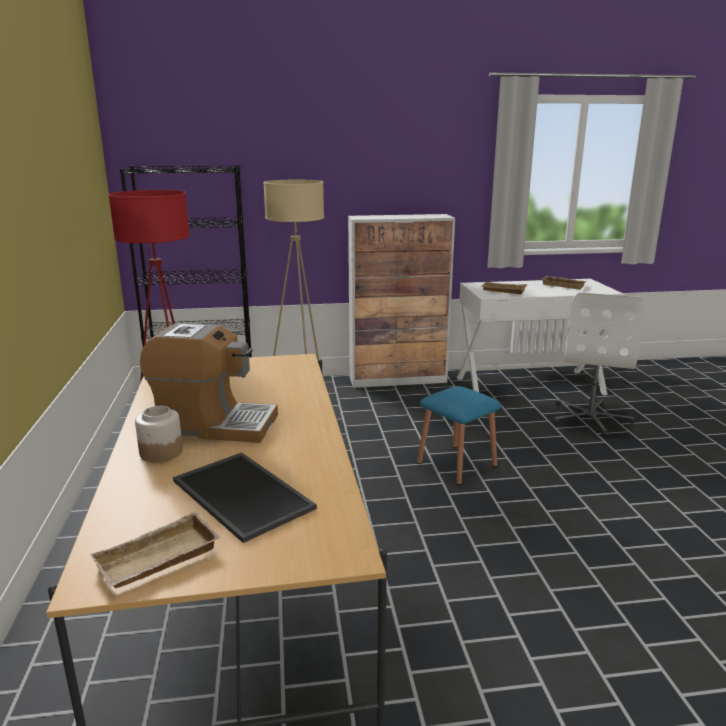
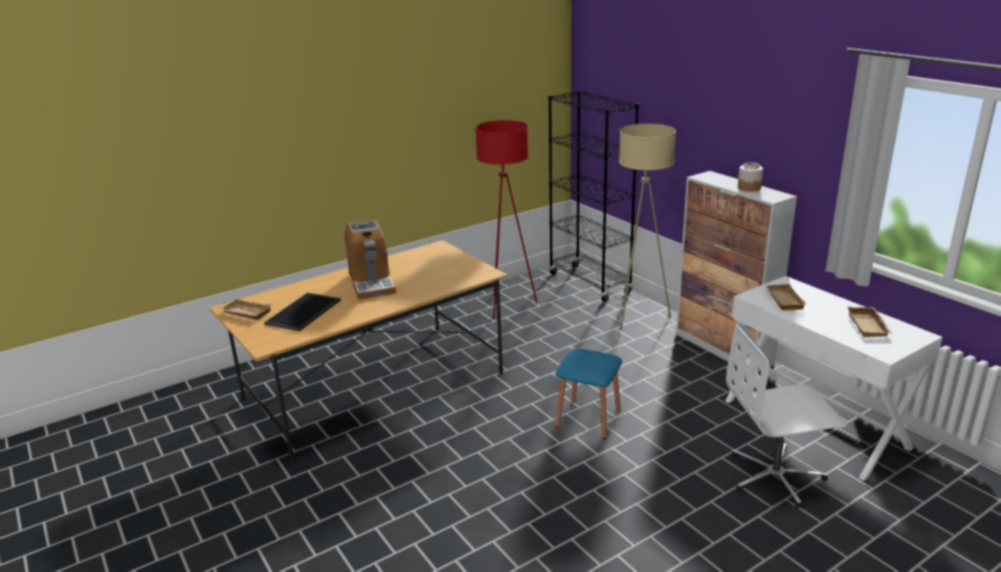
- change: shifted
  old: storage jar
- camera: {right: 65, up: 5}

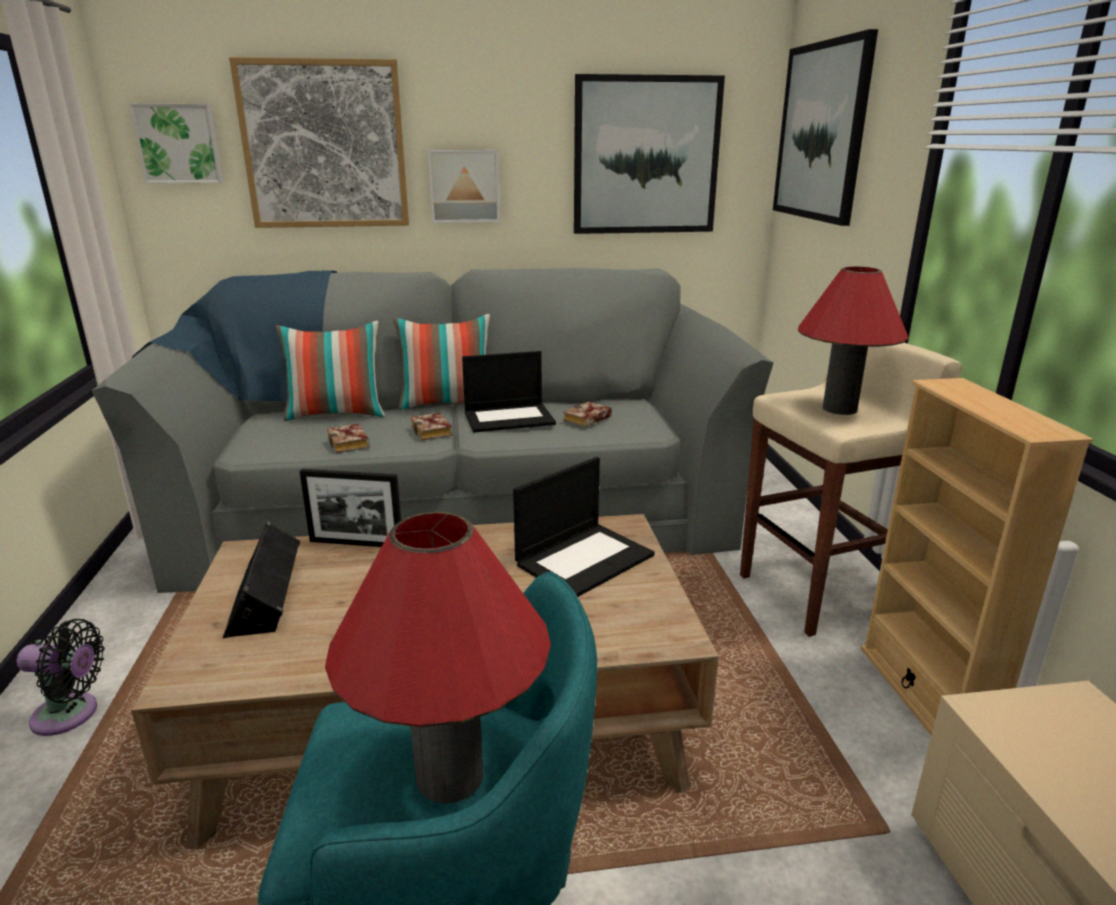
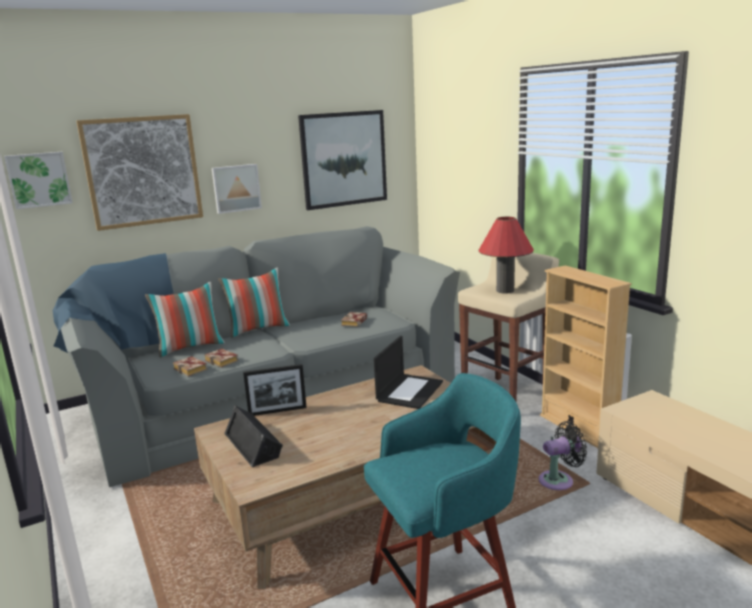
- change: shifted
  old: blackish fan
- change: gone
  old: red-coloured lamp for a table (no. 1 from left)
- change: shifted
  old: bound book (no. 2 from left in the first image)
  new: bound book (no. 1 from left)
- change: gone
  old: laptop (no. 1 from left)
- change: gone
  old: picture (no. 5 from left)
- camera: {right: -20, up: -5}

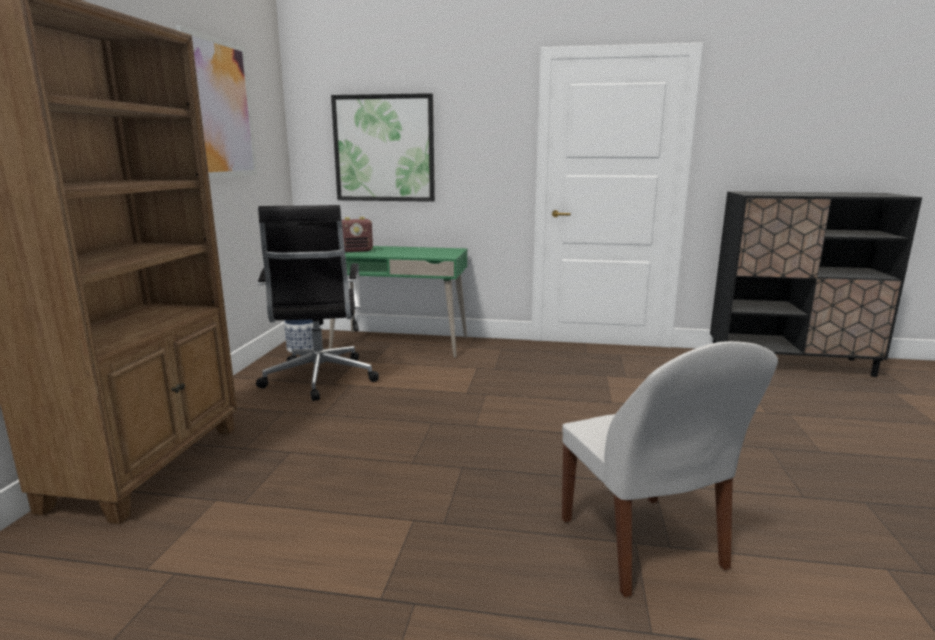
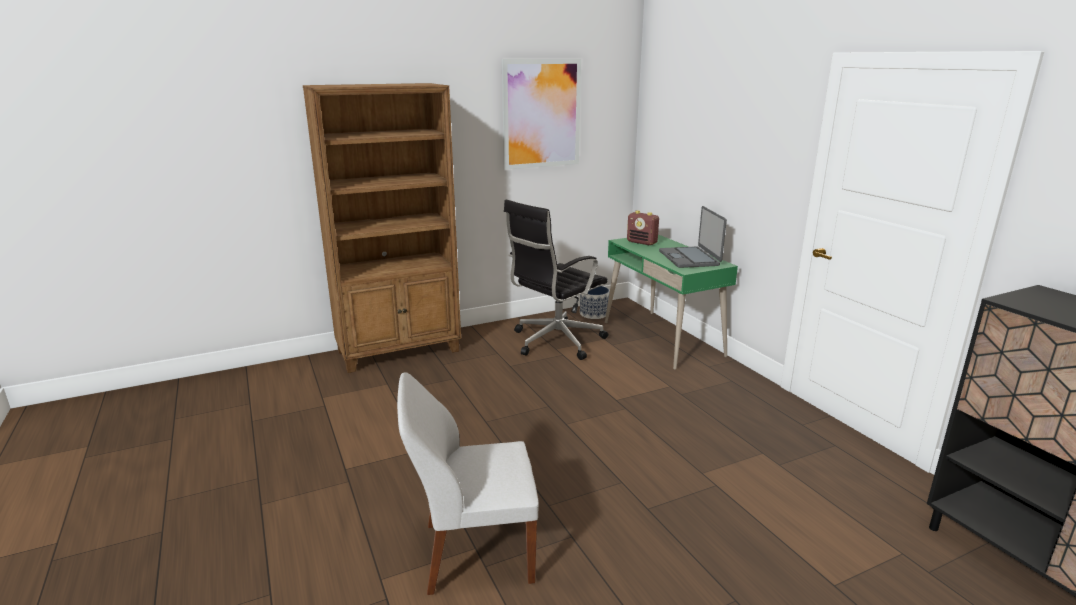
- change: gone
  old: picture (no. 2 from left)
- change: rotated
  old: white-coloured upright chair
  degrees: 45
- change: new
  new: laptop
- camera: {right: 55, up: 5}

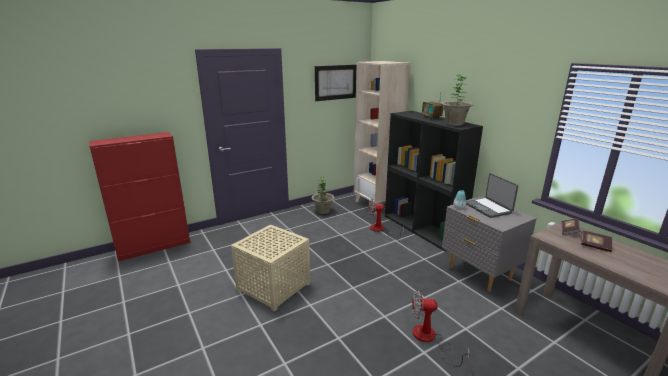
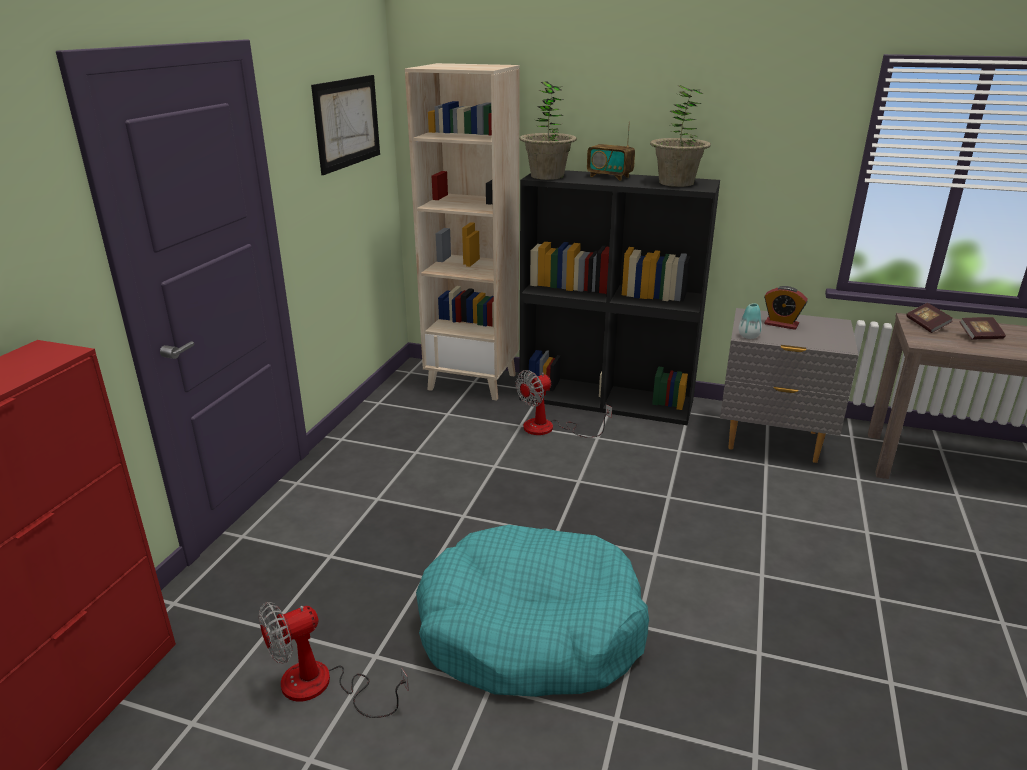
- change: swapped
  old: beige-coloured end table
  new: turquoise-coloured dog bed
- change: shifted
  old: plant in a pot (no. 1 from left)
- change: shifted
  old: fan (no. 2 from left in the first image)
  new: fan (no. 1 from left)
- change: swapped
  old: laptop
  new: alarm clock
- camera: {right: -40, up: 5}

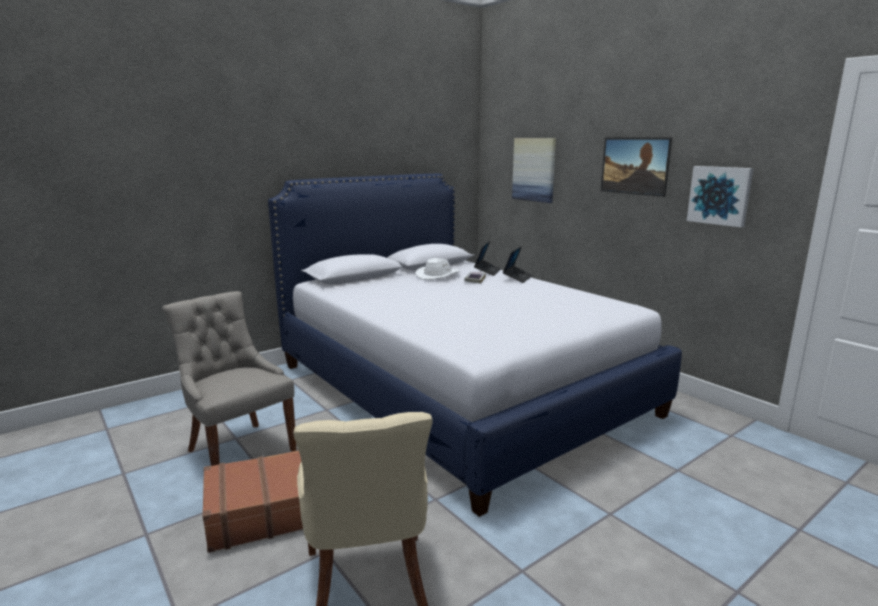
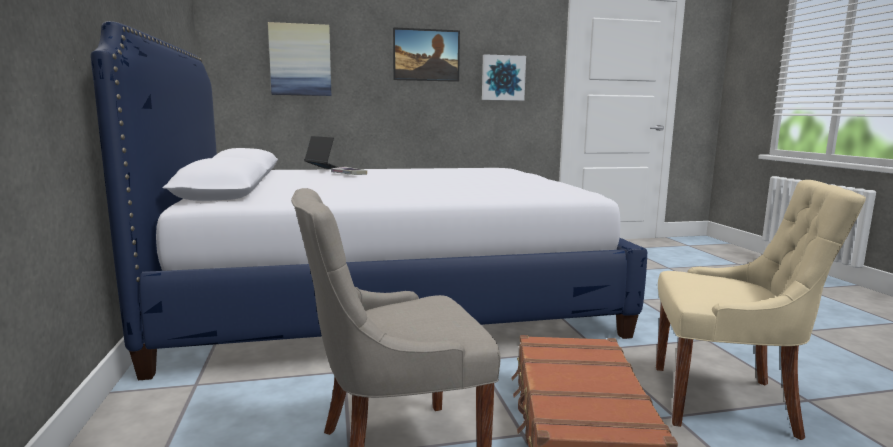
- change: gone
  old: white-coloured hat
- change: gone
  old: laptop (no. 2 from left)
- camera: {right: -65, up: -5}

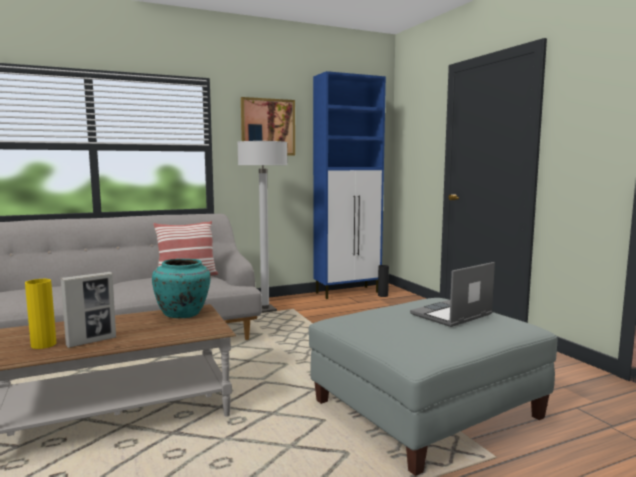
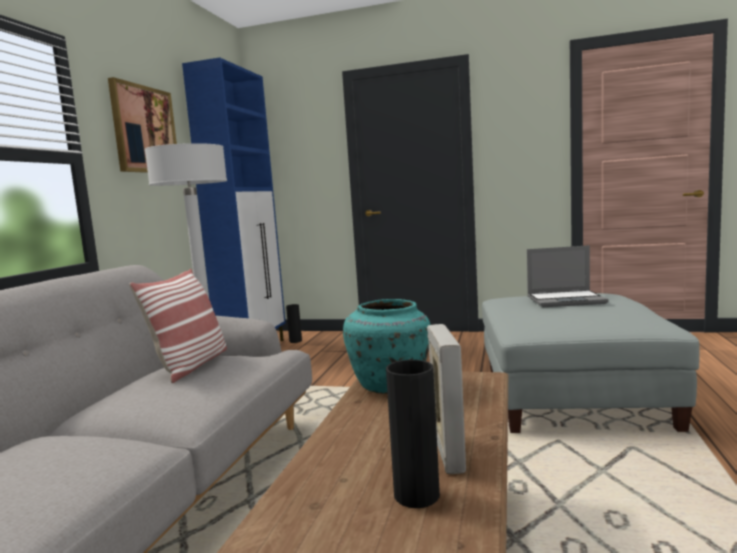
- change: repainted
  old: yellow vase
  new: blackish vase (no. 2 from left)
- change: rotated
  old: laptop
  degrees: -90
- camera: {right: -50, up: 0}

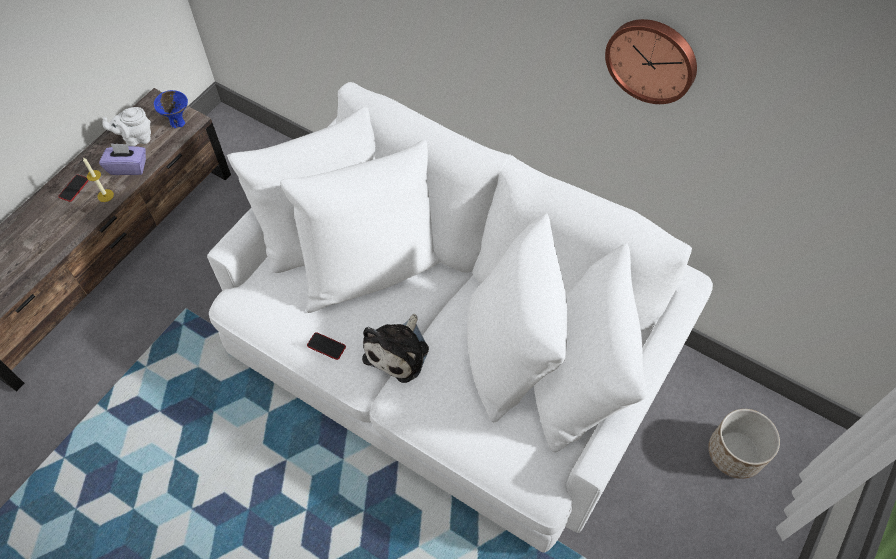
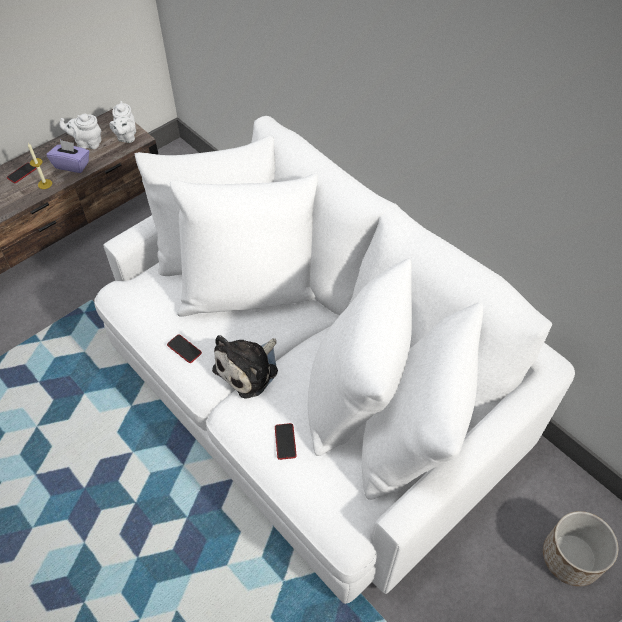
- change: swapped
  old: blue-coloured bowl
  new: white-coloured tea pot (no. 2 from left)
- change: gone
  old: wall clock
- change: new
  new: phone (no. 3 from left)
- camera: {right: 15, up: -5}

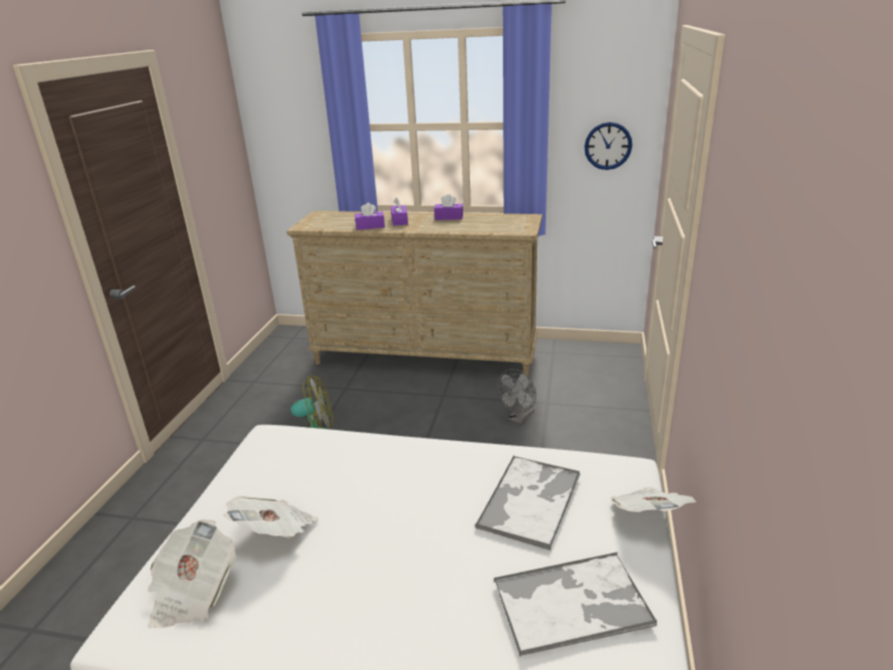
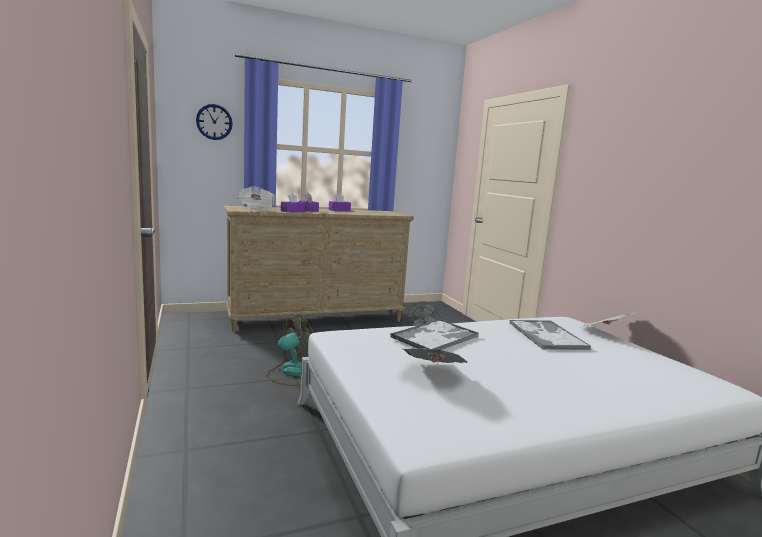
- change: shifted
  old: daily paper (no. 1 from left)
- change: shifted
  old: serving tray (no. 2 from left in the first image)
  new: serving tray (no. 1 from left)
- change: shifted
  old: wall clock
- camera: {right: -35, up: -15}

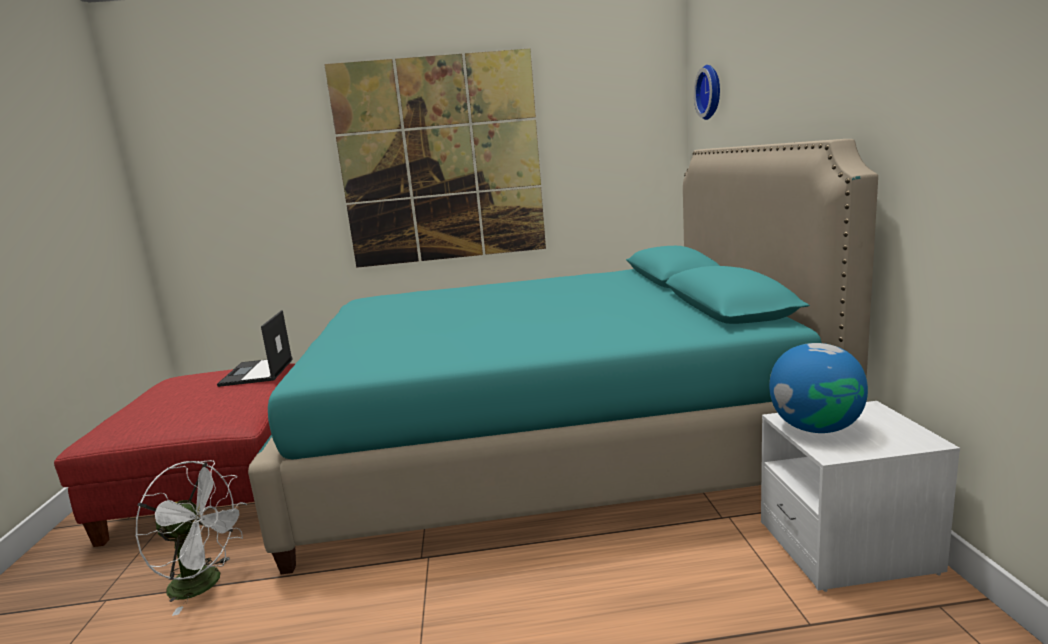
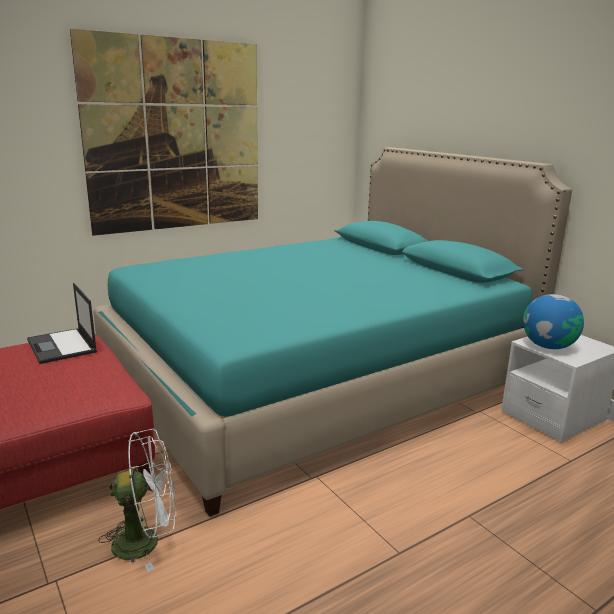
- change: gone
  old: wall clock
- camera: {right: -30, up: 5}

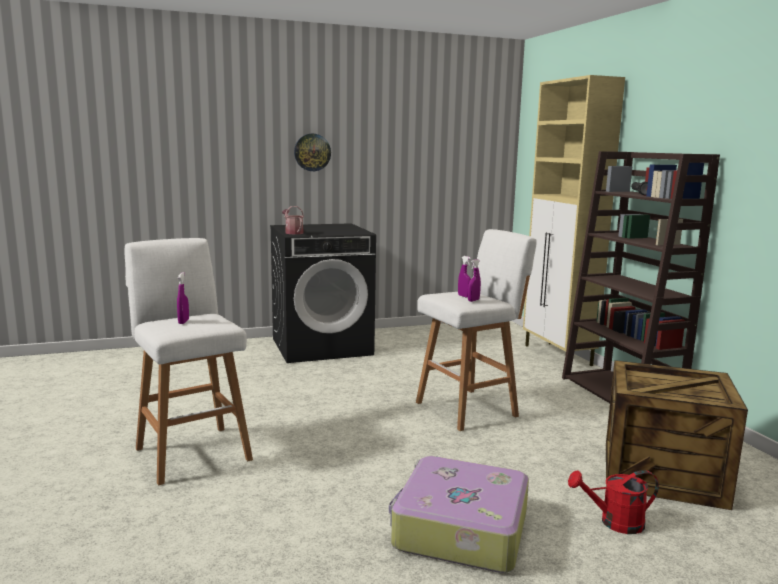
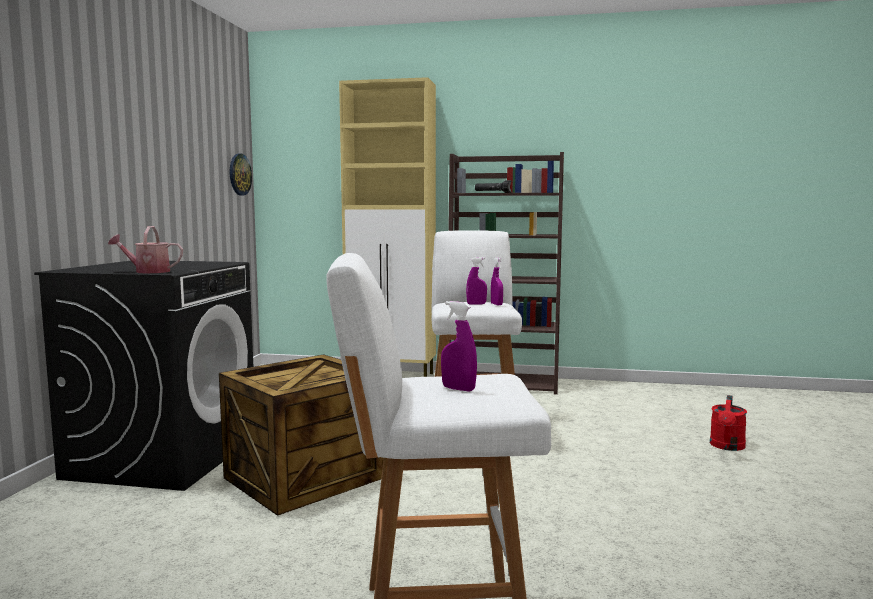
- change: shifted
  old: wall clock
- change: gone
  old: suitcase
- change: shifted
  old: crate
- camera: {right: -60, up: -5}

